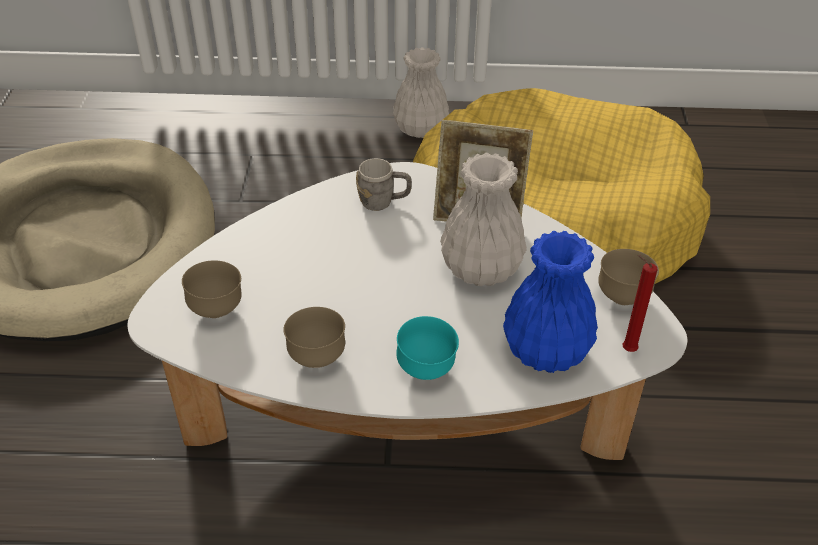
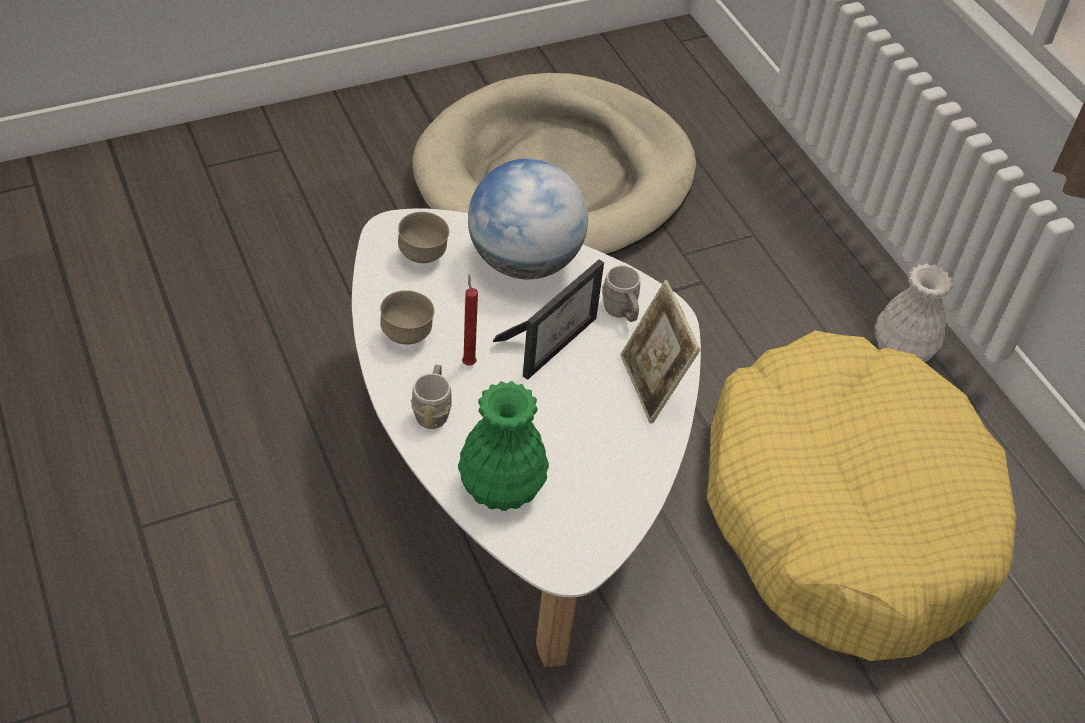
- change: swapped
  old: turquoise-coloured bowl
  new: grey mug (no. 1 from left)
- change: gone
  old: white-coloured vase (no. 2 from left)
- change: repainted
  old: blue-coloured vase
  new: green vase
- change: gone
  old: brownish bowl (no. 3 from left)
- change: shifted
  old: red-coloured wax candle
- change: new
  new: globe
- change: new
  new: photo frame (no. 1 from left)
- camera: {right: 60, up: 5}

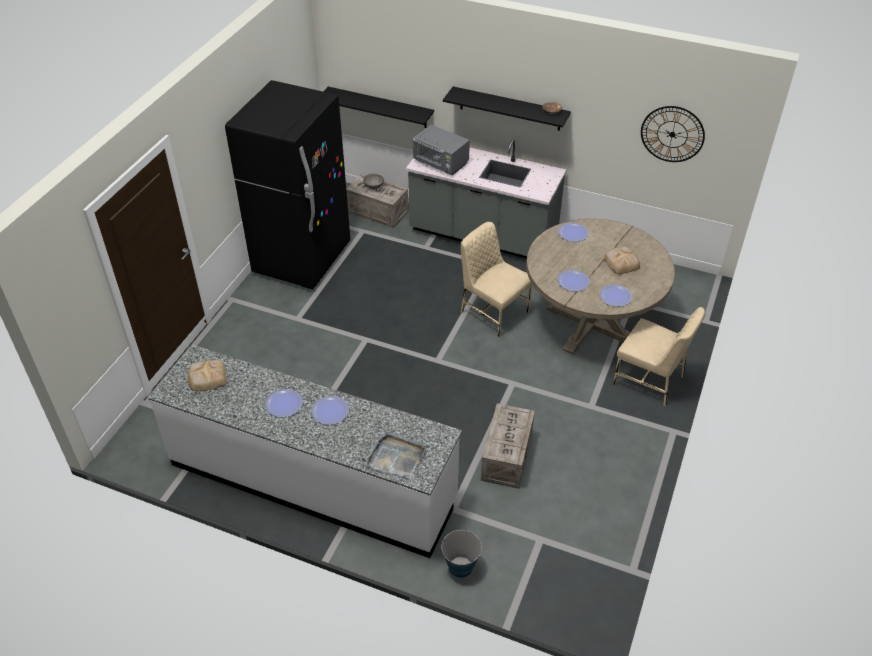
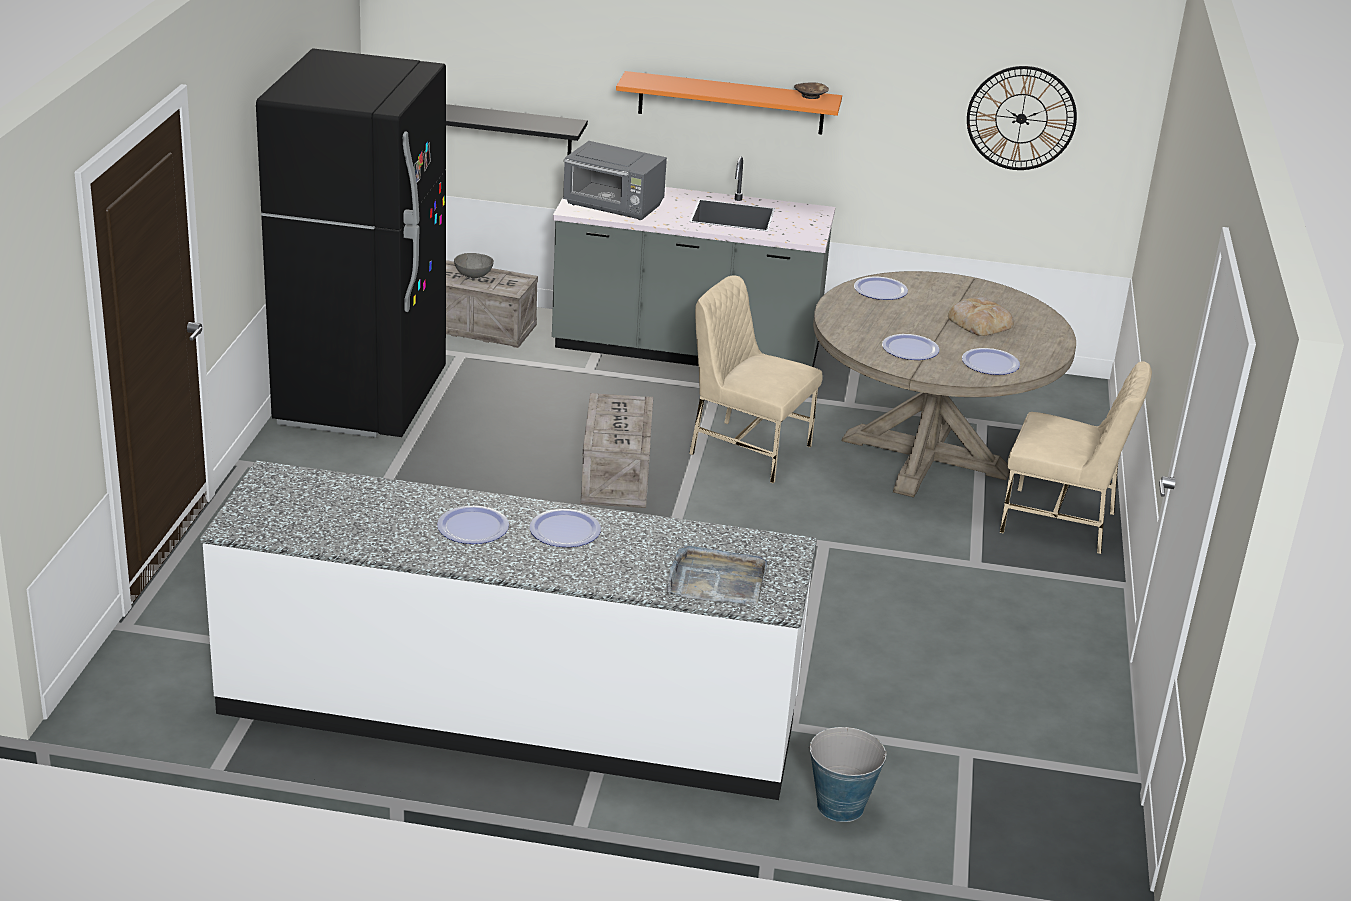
- change: gone
  old: baked bread (no. 1 from left)
- change: repainted
  old: blackish shelf (no. 2 from left)
  new: orangey shelf
- change: shifted
  old: crate (no. 2 from left)
- camera: {right: -15, up: -15}

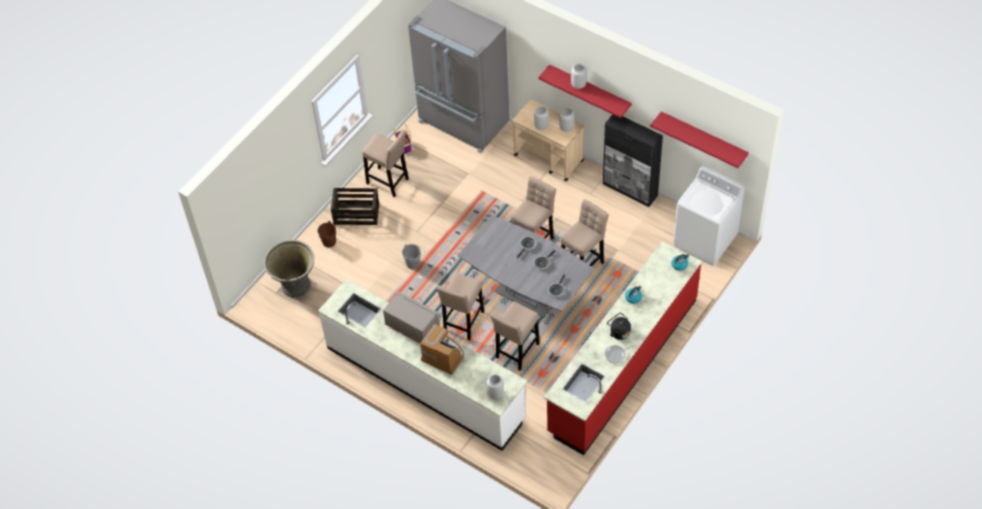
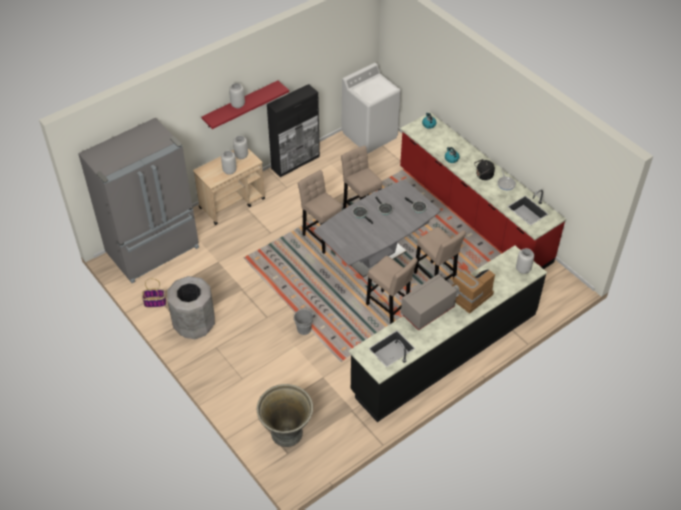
- change: gone
  old: brownish water bucket
- change: repainted
  old: white-coloured counter
  new: blackish counter
- change: gone
  old: crate
- change: swapped
  old: beige-coloured stool seat (no. 1 from left)
  new: grey waste bin
- change: gone
  old: red-coloured shelf (no. 2 from left)
- camera: {right: -75, up: -5}

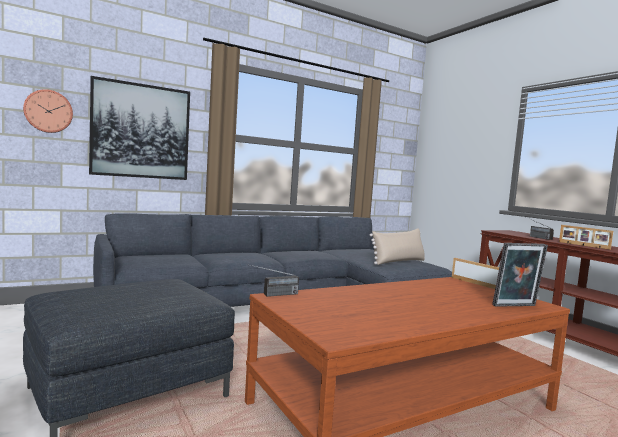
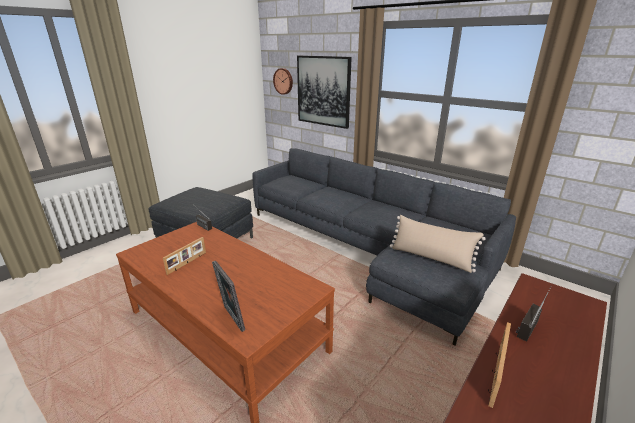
- change: shifted
  old: photo frame (no. 1 from left)
- camera: {right: 70, up: 20}

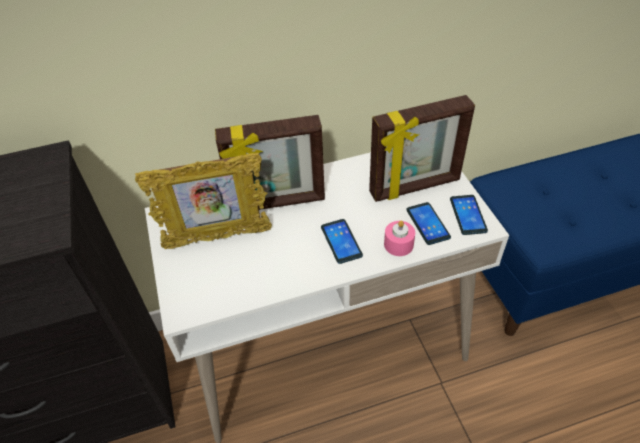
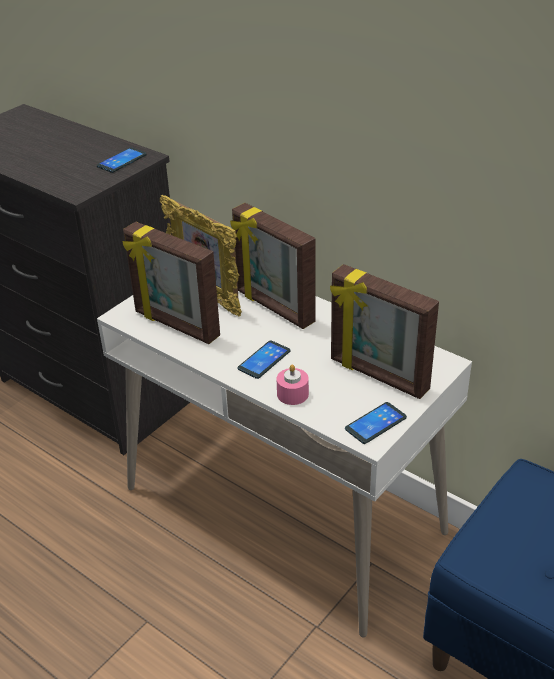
- change: shifted
  old: phone (no. 2 from left in the first image)
  new: phone (no. 1 from left)
- change: new
  new: photo frame (no. 1 from left)
- camera: {right: 55, up: -10}

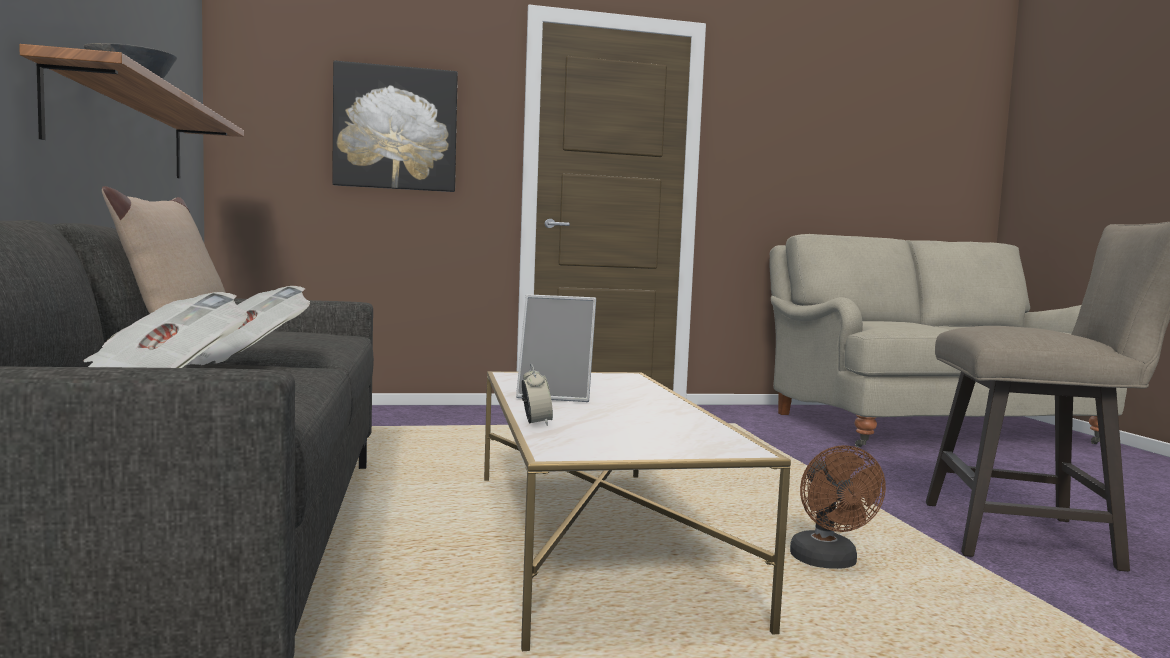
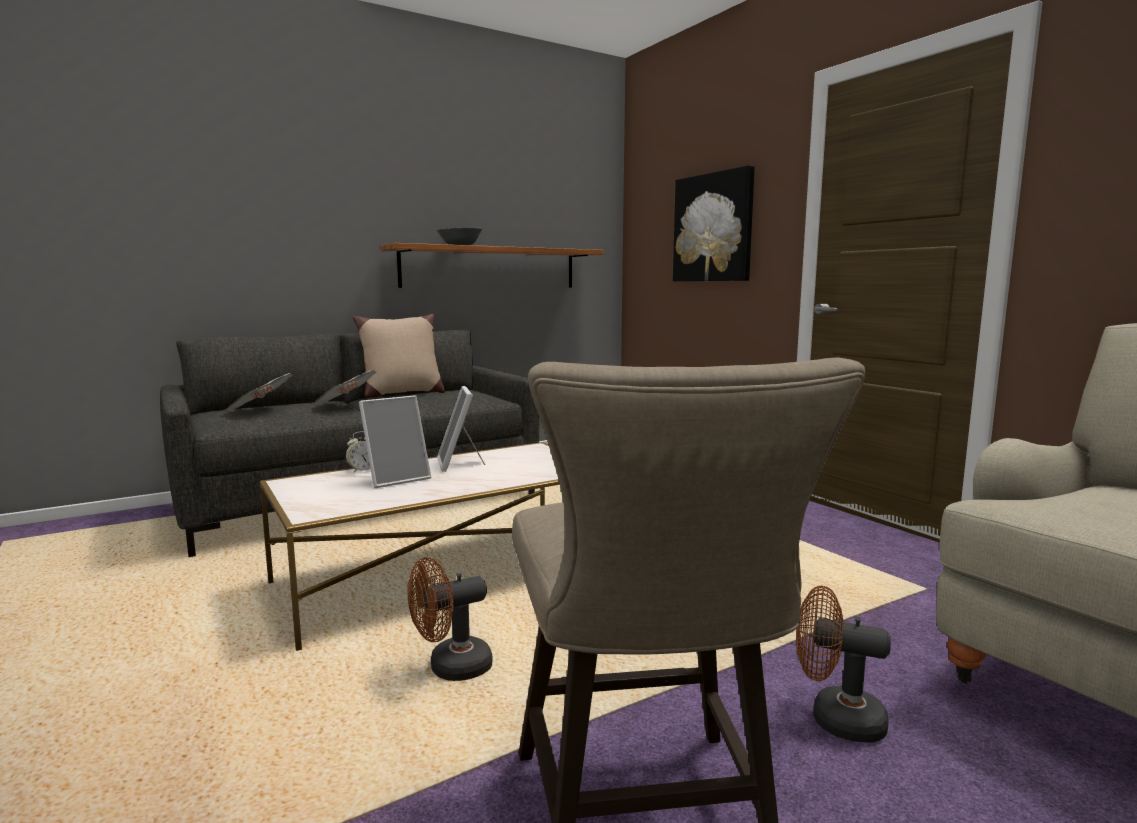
- change: new
  new: photo frame (no. 1 from left)
- change: new
  new: brownish fan (no. 2 from left)
- camera: {right: 70, up: 5}

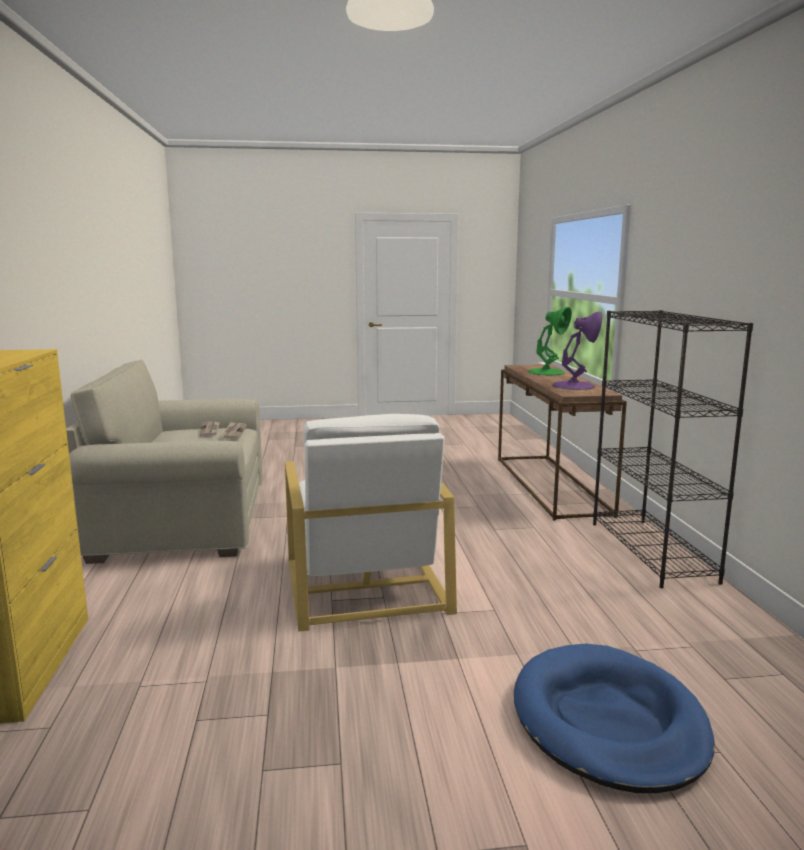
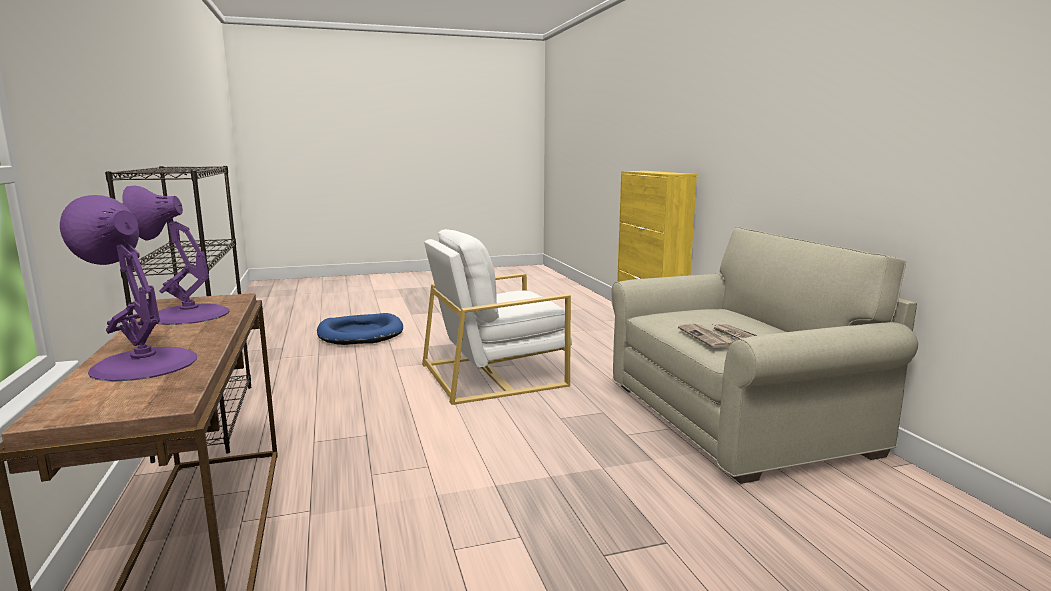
- change: rotated
  old: white-coloured armchair
  degrees: -90
- change: repainted
  old: green lamp for a table
  new: purple lamp for a table (no. 1 from left)
- camera: {right: 170, up: 0}

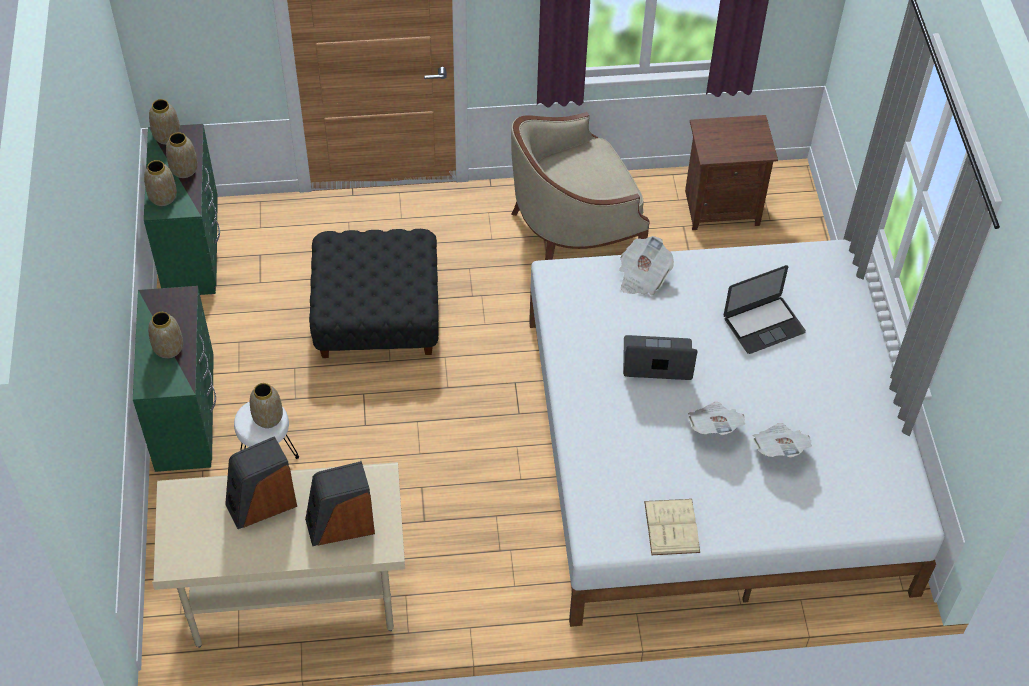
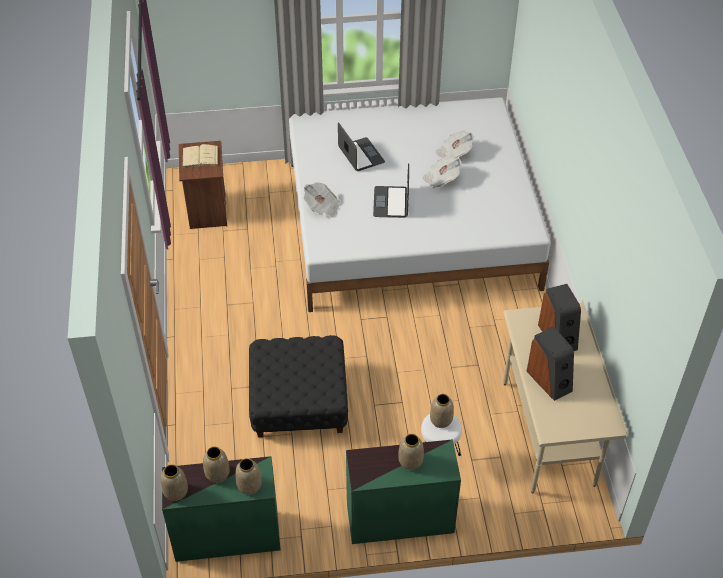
- change: gone
  old: beige-coloured armchair
- change: shifted
  old: beige-coloured bound book
- camera: {right: -90, up: -5}

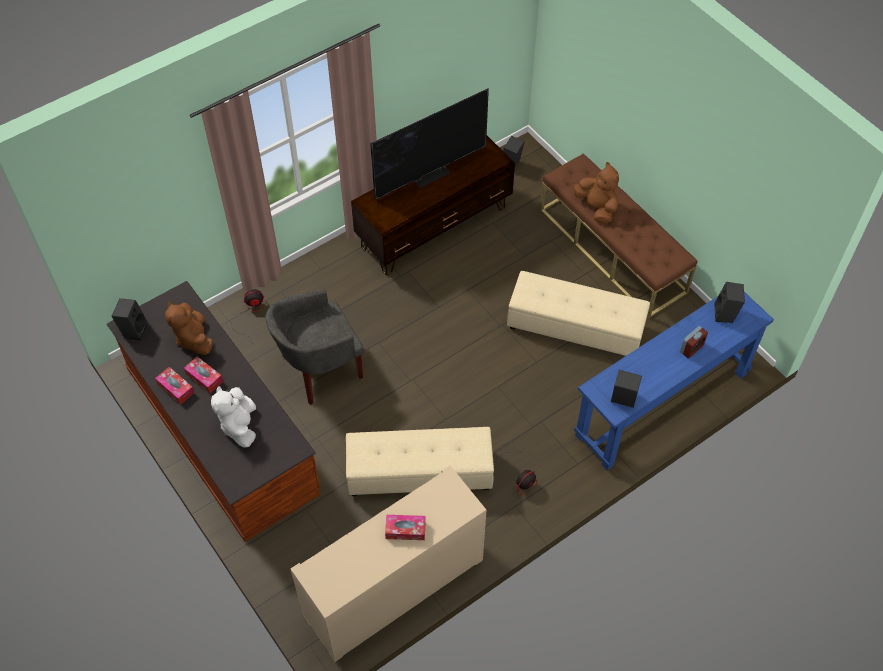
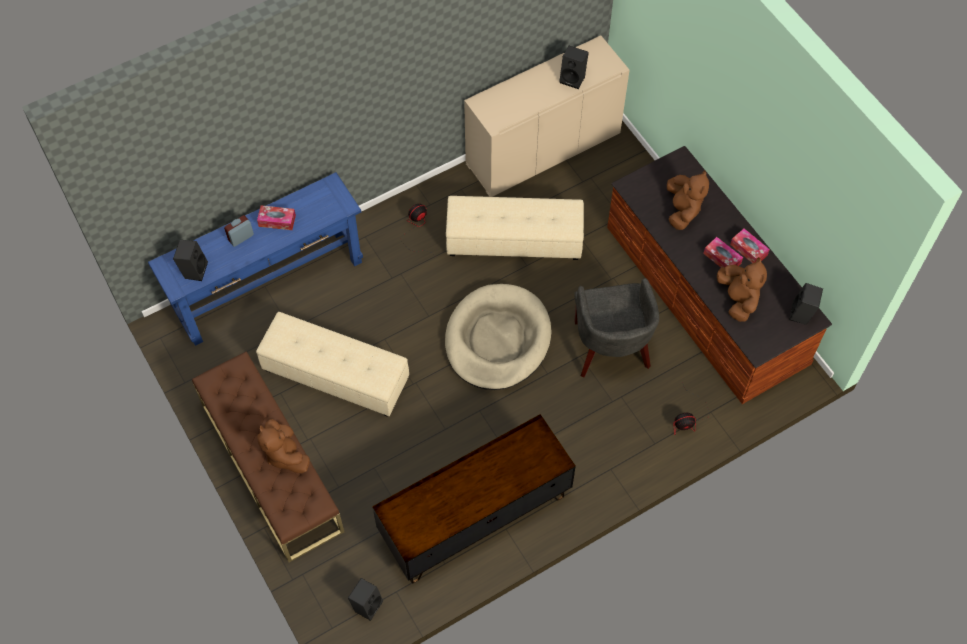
- change: repainted
  old: white-coloured cuddly toy
  new: brownish cuddly toy (no. 2 from left)
- change: rotated
  old: grey armchair
  degrees: 105
- change: gone
  old: TV
- change: shifted
  old: box of tissues (no. 3 from left in the first image)
  new: box of tissues (no. 1 from left)
- change: shifted
  old: blackish speaker (no. 3 from left)
- change: new
  new: beige-coloured dog bed
- camera: {right: -175, up: 5}

